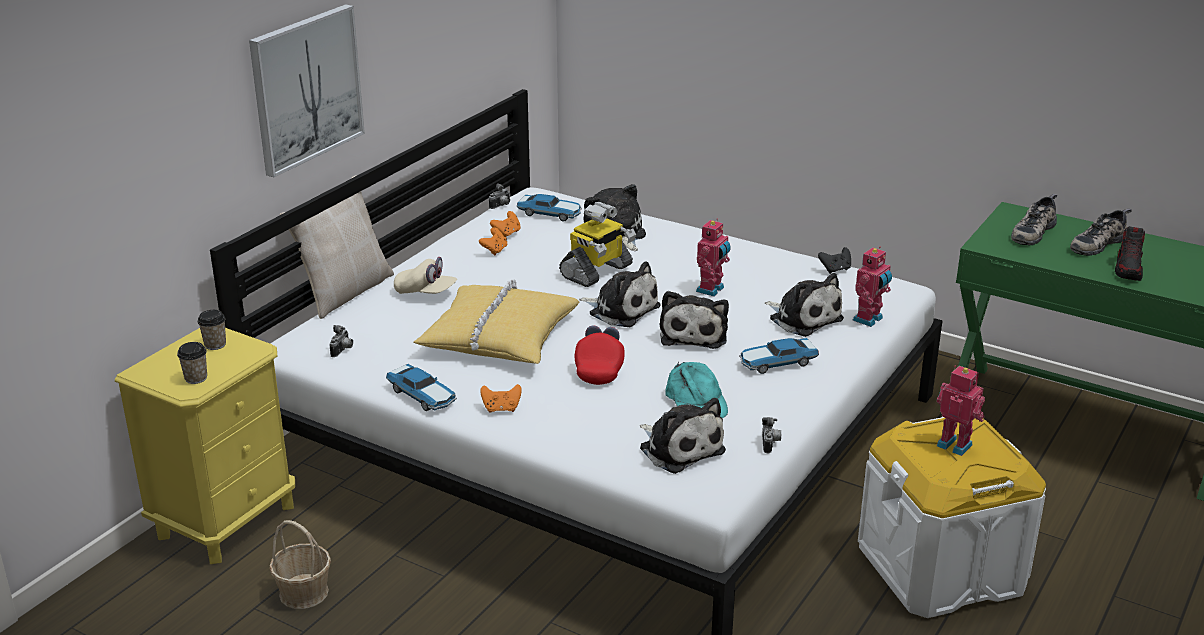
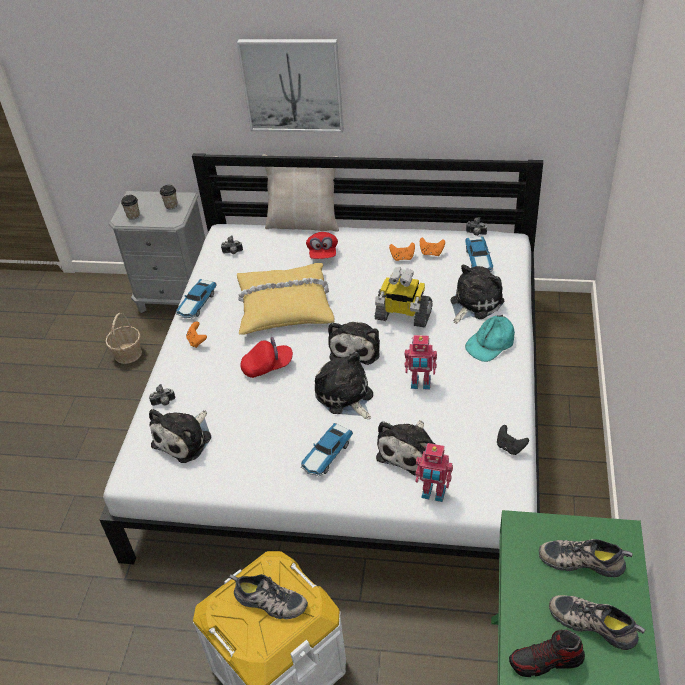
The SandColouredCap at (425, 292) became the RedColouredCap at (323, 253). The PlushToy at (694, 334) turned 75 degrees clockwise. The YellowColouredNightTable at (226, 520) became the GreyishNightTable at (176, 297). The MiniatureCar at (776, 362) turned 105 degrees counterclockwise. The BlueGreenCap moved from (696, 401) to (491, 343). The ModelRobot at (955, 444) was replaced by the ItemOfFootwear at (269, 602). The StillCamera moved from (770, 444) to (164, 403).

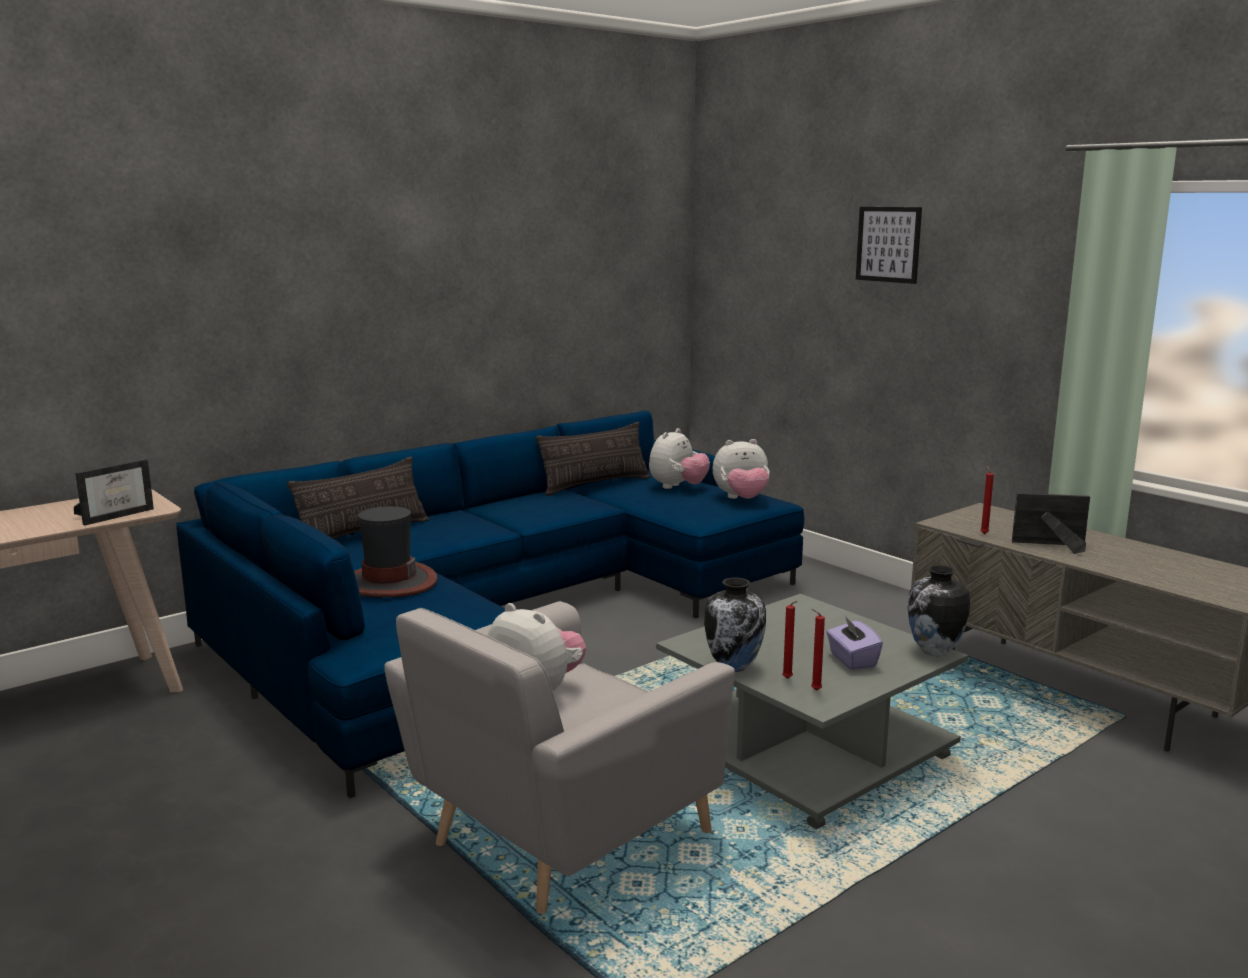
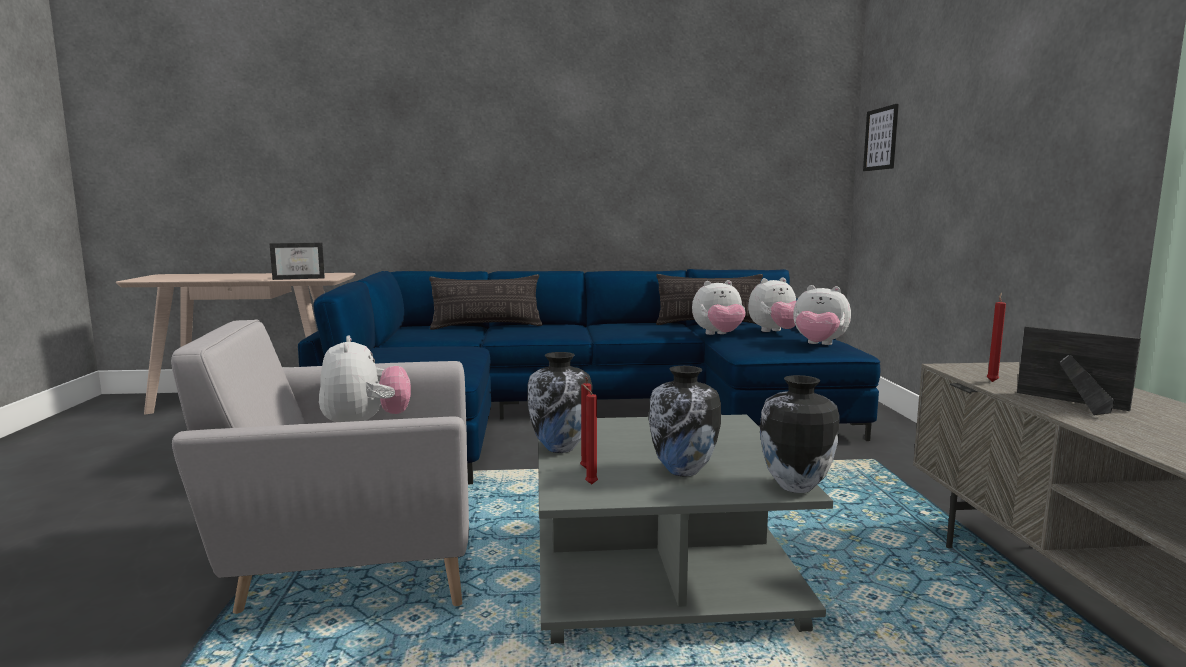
The WallPicture moved from (888, 244) to (881, 139). The Hat at (388, 583) disappeared. The PurplishTissueBox at (852, 660) was replaced by the DecorativeVase at (683, 471). The PlushToy at (718, 335) appeared.

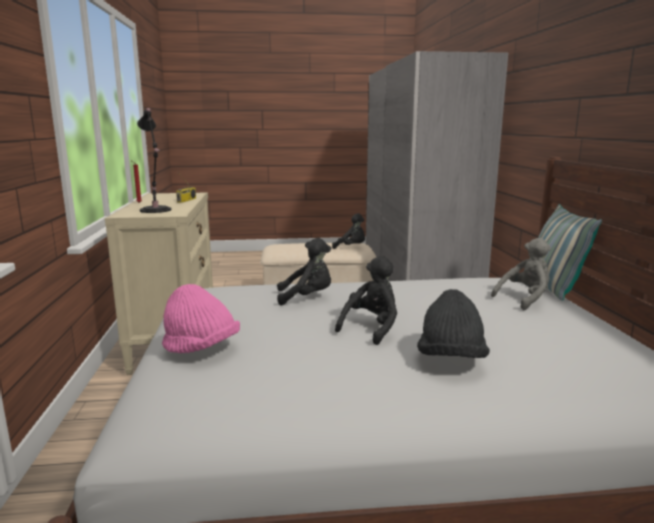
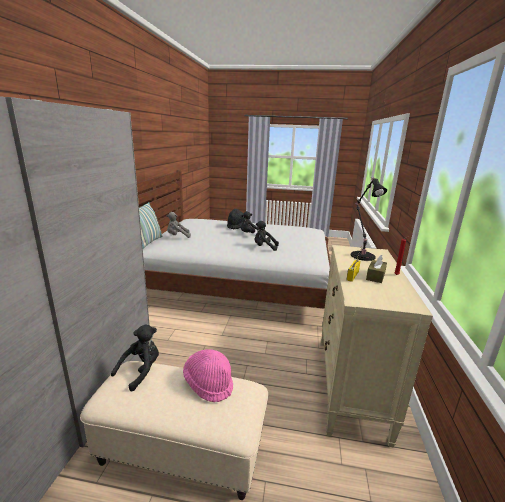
The BlackPlushToy at (351, 247) turned 90 degrees clockwise. The PinkishHat moved from (201, 348) to (209, 384). The BrownTissueBox at (375, 276) appeared.

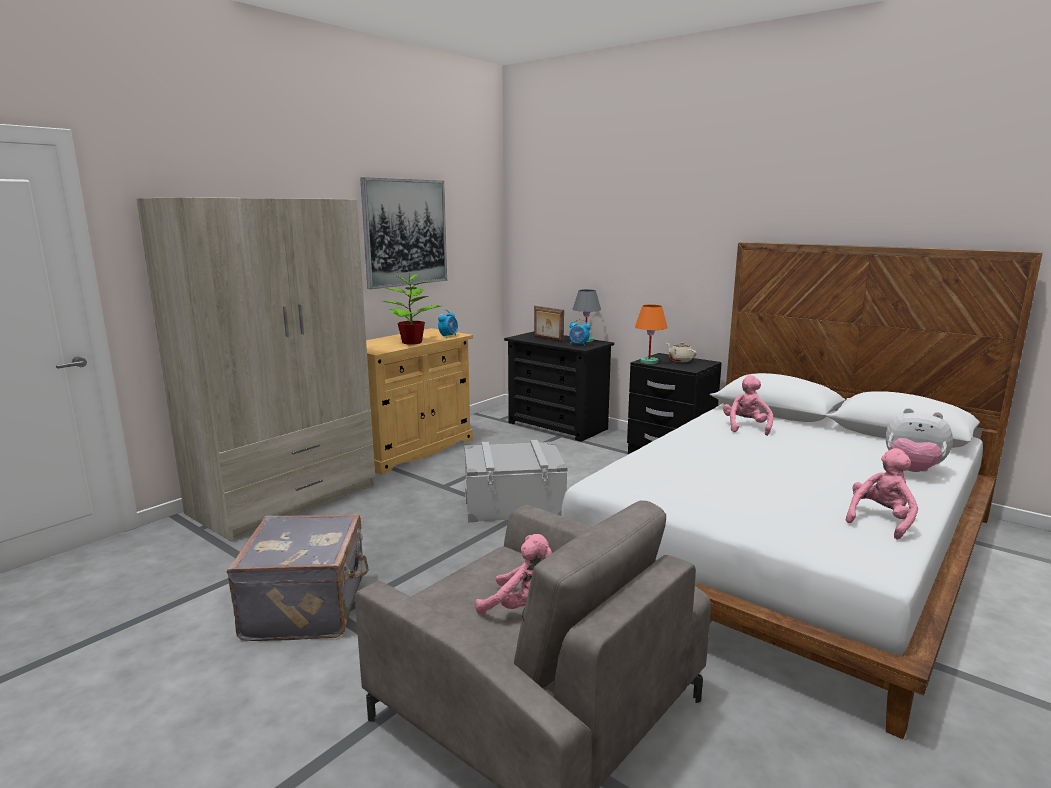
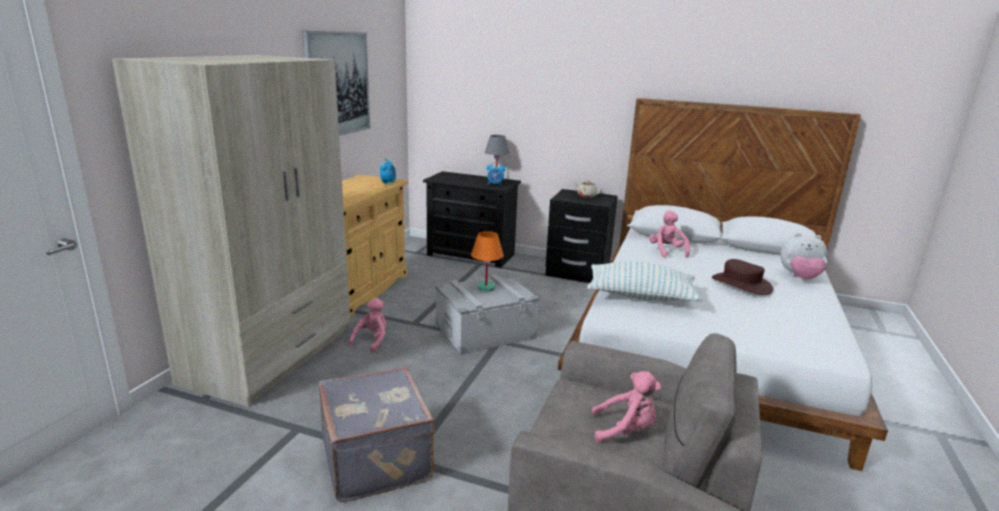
The Houseplant at (411, 342) disappeared. The OrangeyLampForATable moved from (649, 362) to (486, 288). The PictureFrame at (548, 339) disappeared. The PinkishPlushToy moved from (880, 520) to (372, 341). The BrownHat at (741, 284) appeared. The Pillow at (641, 296) appeared.

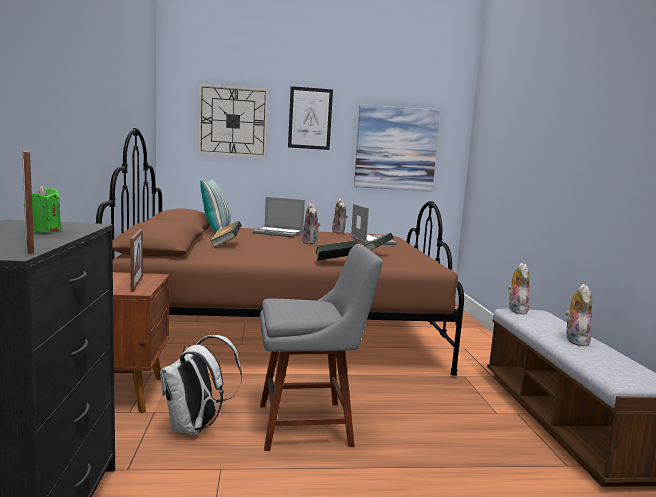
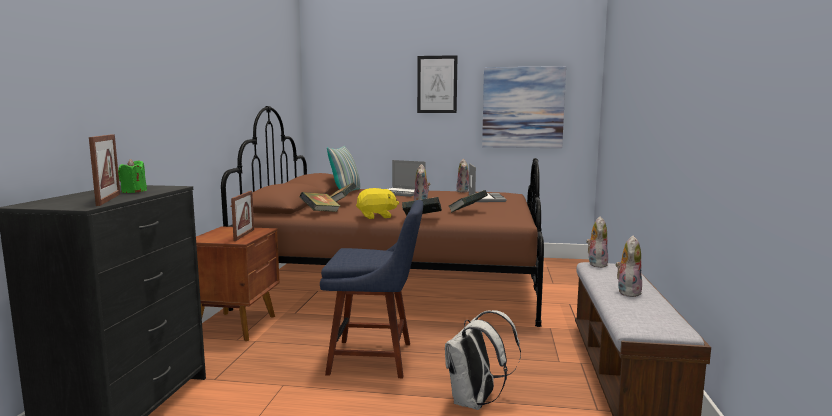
The HangingClock at (233, 121) disappeared. The GreyishChair at (310, 424) became the BlueColouredChair at (376, 358). The WhiteColouredKnapsack moved from (196, 428) to (475, 402). The YellowColouredPlushToy at (376, 216) appeared. The Book at (320, 213) appeared.

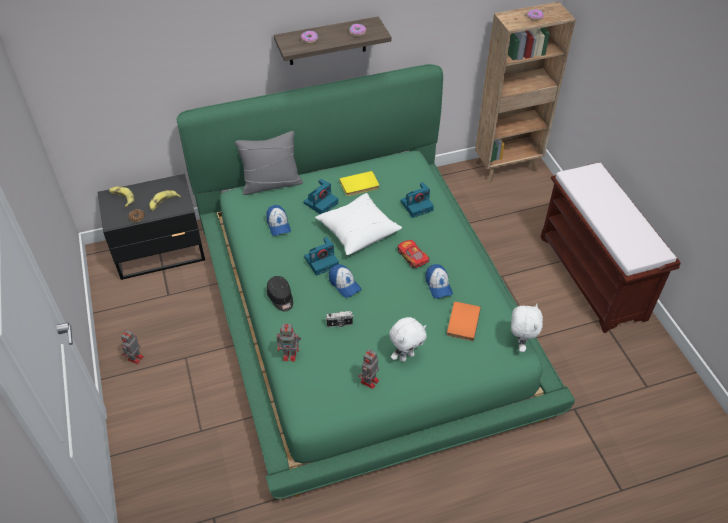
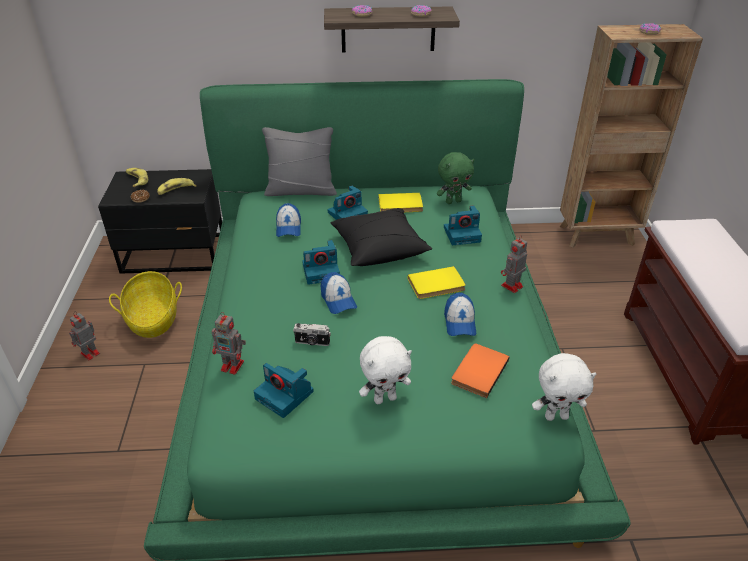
The WhiteColouredPillow at (358, 231) became the BlackPillow at (379, 248). The MiniatureCar at (412, 257) was replaced by the YellowColouredBook at (437, 285). The BlackCap at (281, 298) disappeared. The WhiteColouredPlushToy at (520, 343) turned 60 degrees clockwise. The ModelRobot moved from (369, 382) to (511, 286). The GreenishPlushToy at (453, 201) appeared. The StorageBasket at (153, 319) appeared. The StillCamera at (285, 395) appeared.

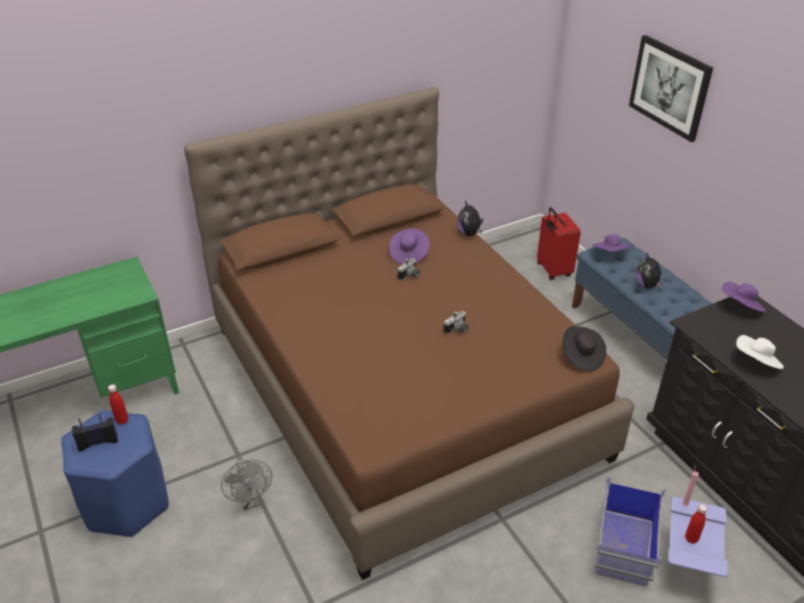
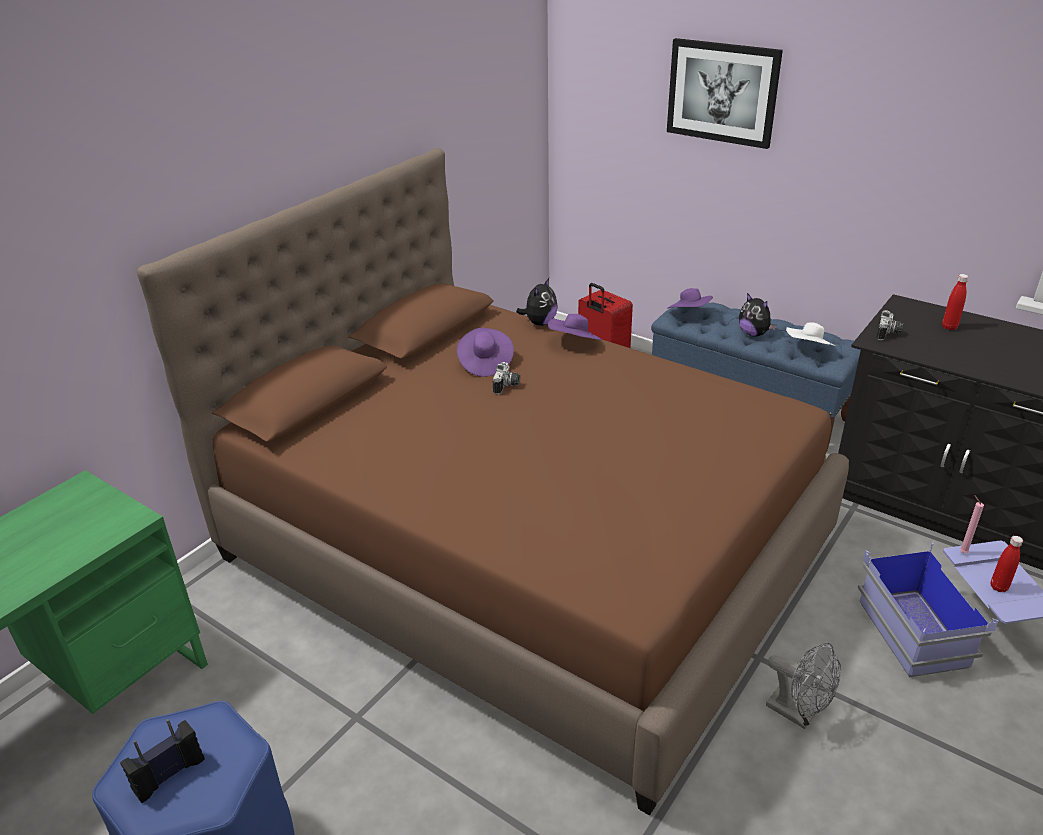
The PlushToy at (469, 233) turned 105 degrees counterclockwise. The PurplishHat moved from (741, 307) to (574, 343). The StillCamera moved from (457, 330) to (888, 334). The BlackHat at (581, 357) disappeared. The WhiteColouredHat moved from (756, 362) to (808, 349). The RedColouredBottle moved from (122, 421) to (949, 327). The GreyishElectricFan moved from (250, 501) to (798, 714).

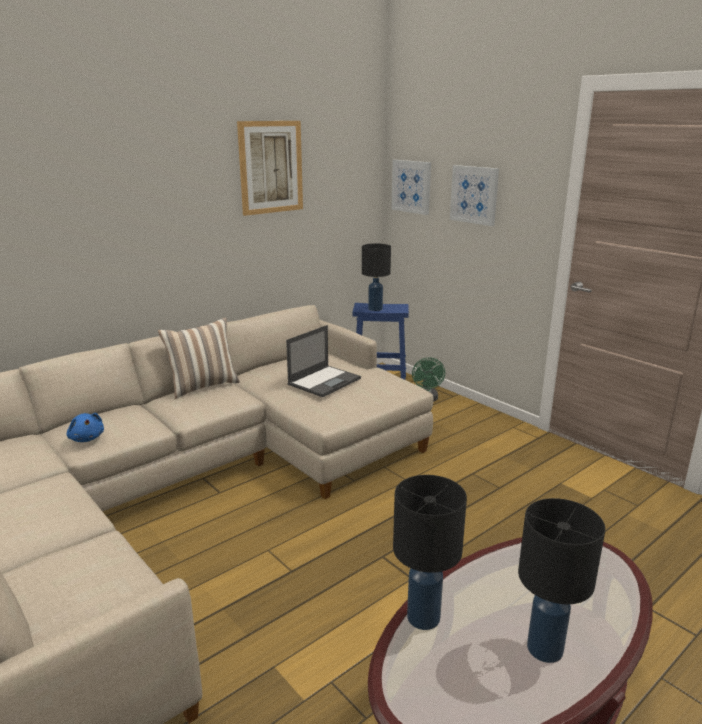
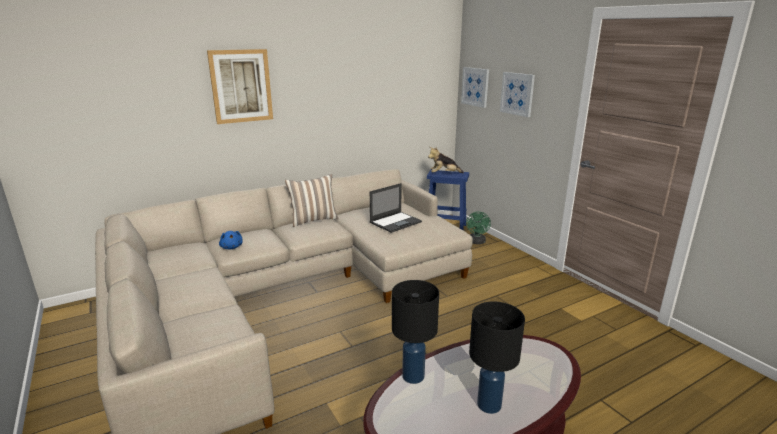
The WallPicture moved from (271, 167) to (241, 86). The BlackLampForATable at (375, 308) was replaced by the PlushToy at (444, 174).

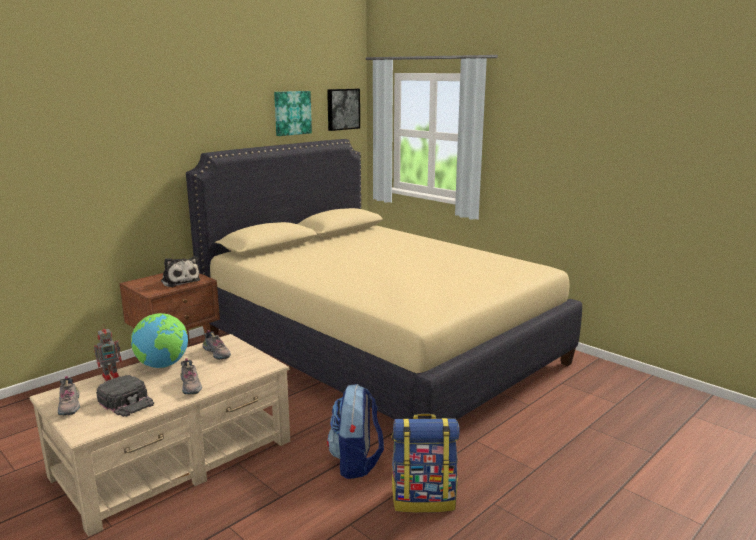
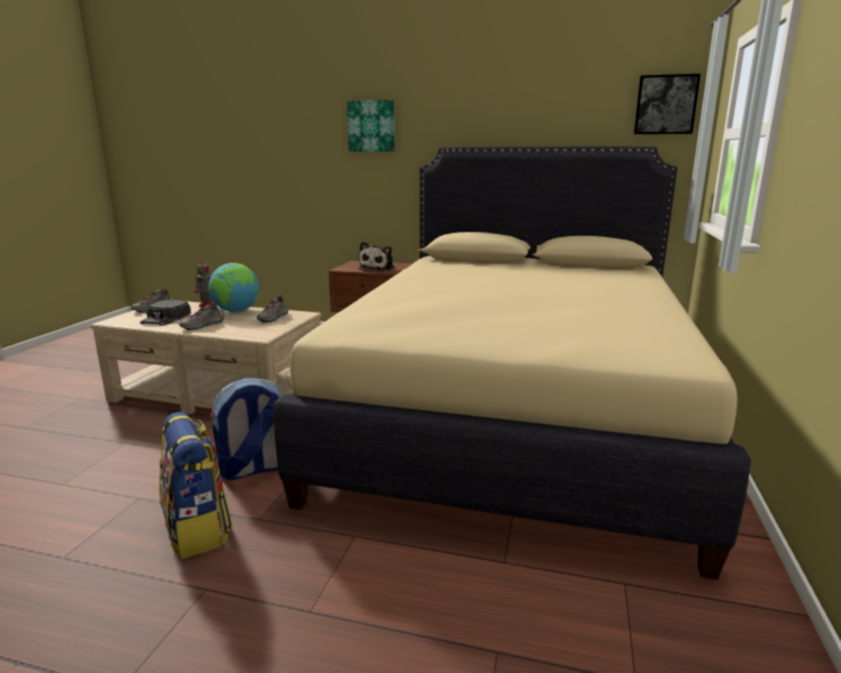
The WallPicture moved from (292, 113) to (371, 126).

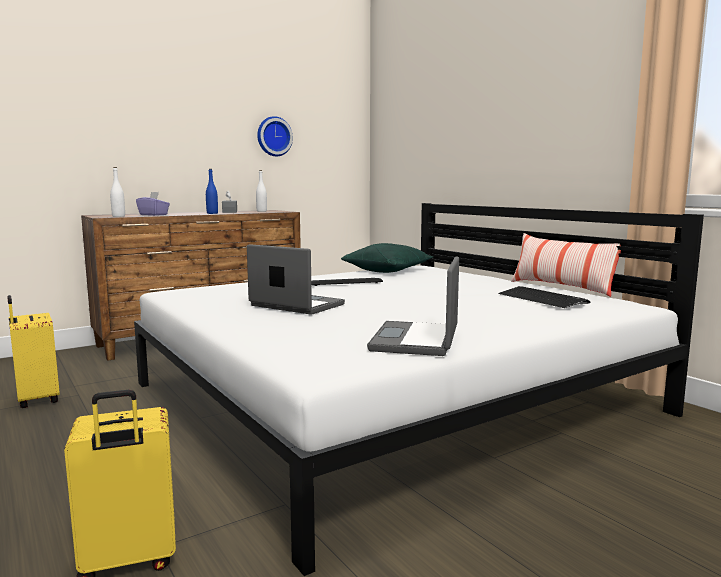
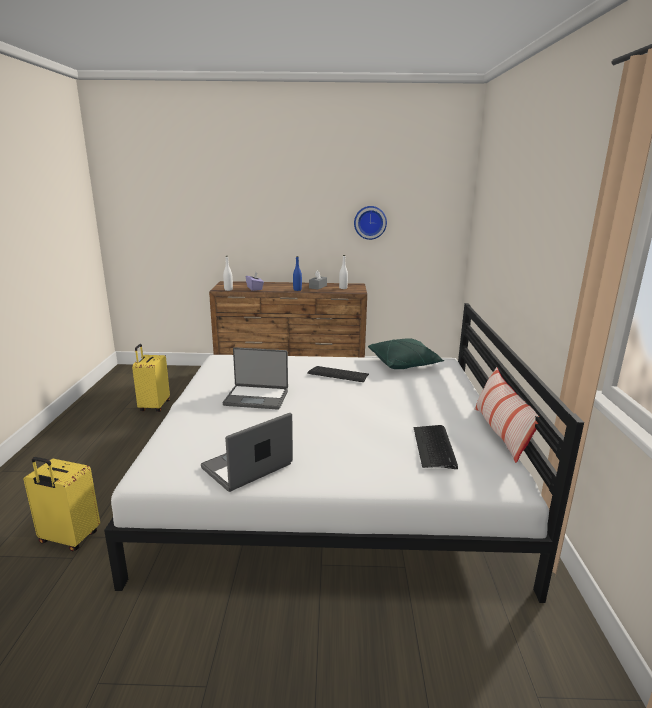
The Laptop at (295, 305) turned 120 degrees clockwise.

